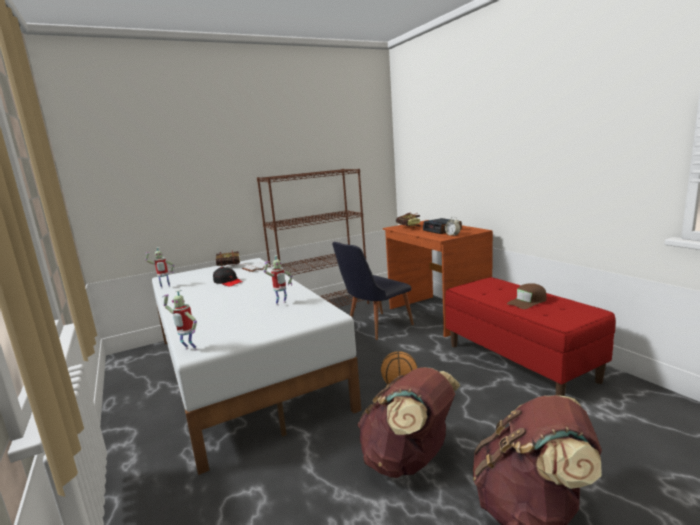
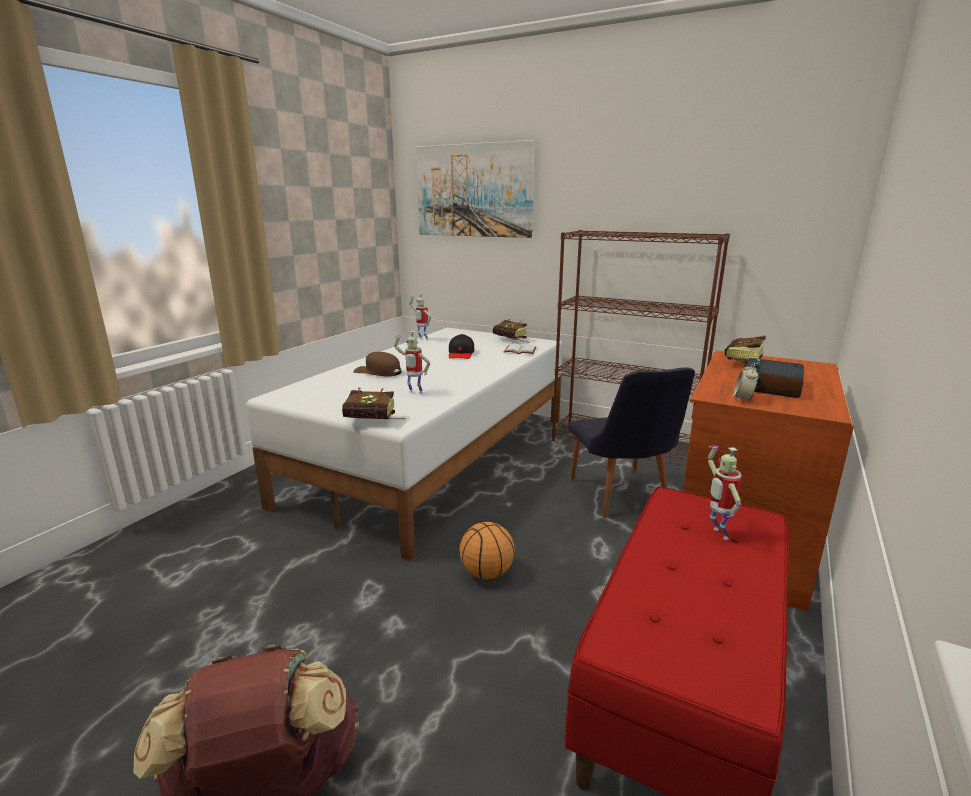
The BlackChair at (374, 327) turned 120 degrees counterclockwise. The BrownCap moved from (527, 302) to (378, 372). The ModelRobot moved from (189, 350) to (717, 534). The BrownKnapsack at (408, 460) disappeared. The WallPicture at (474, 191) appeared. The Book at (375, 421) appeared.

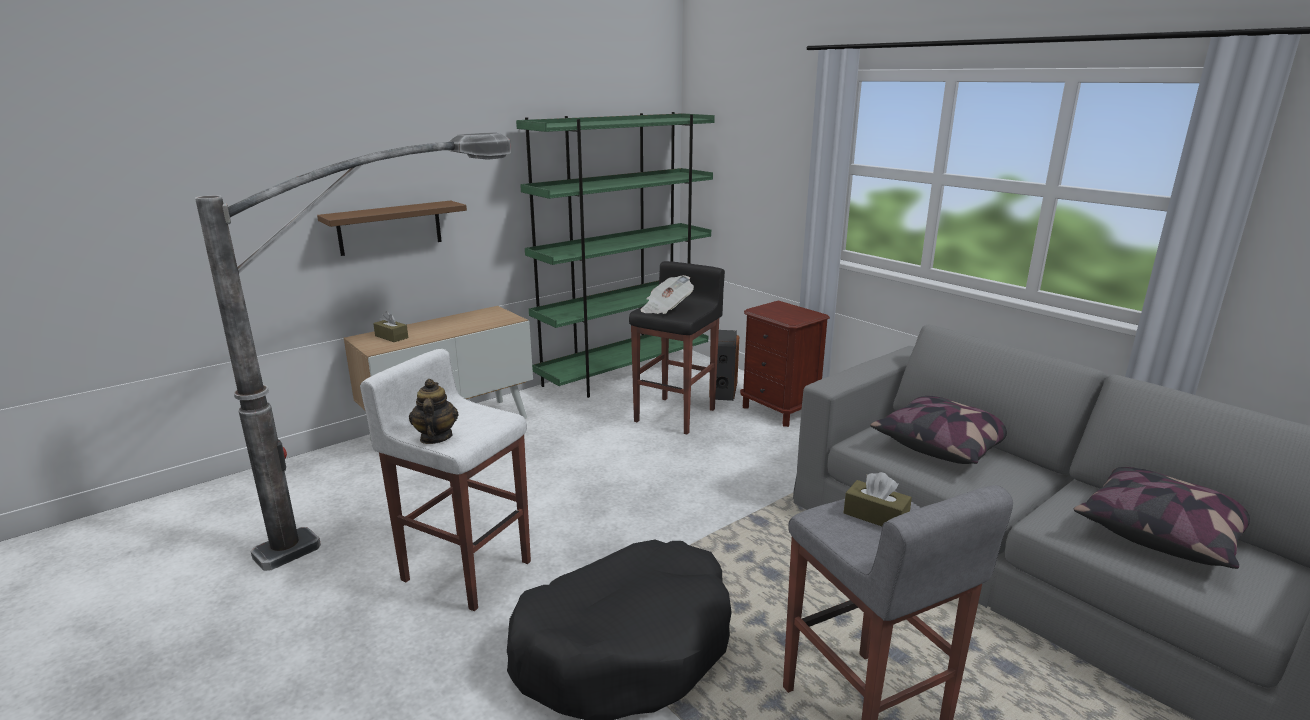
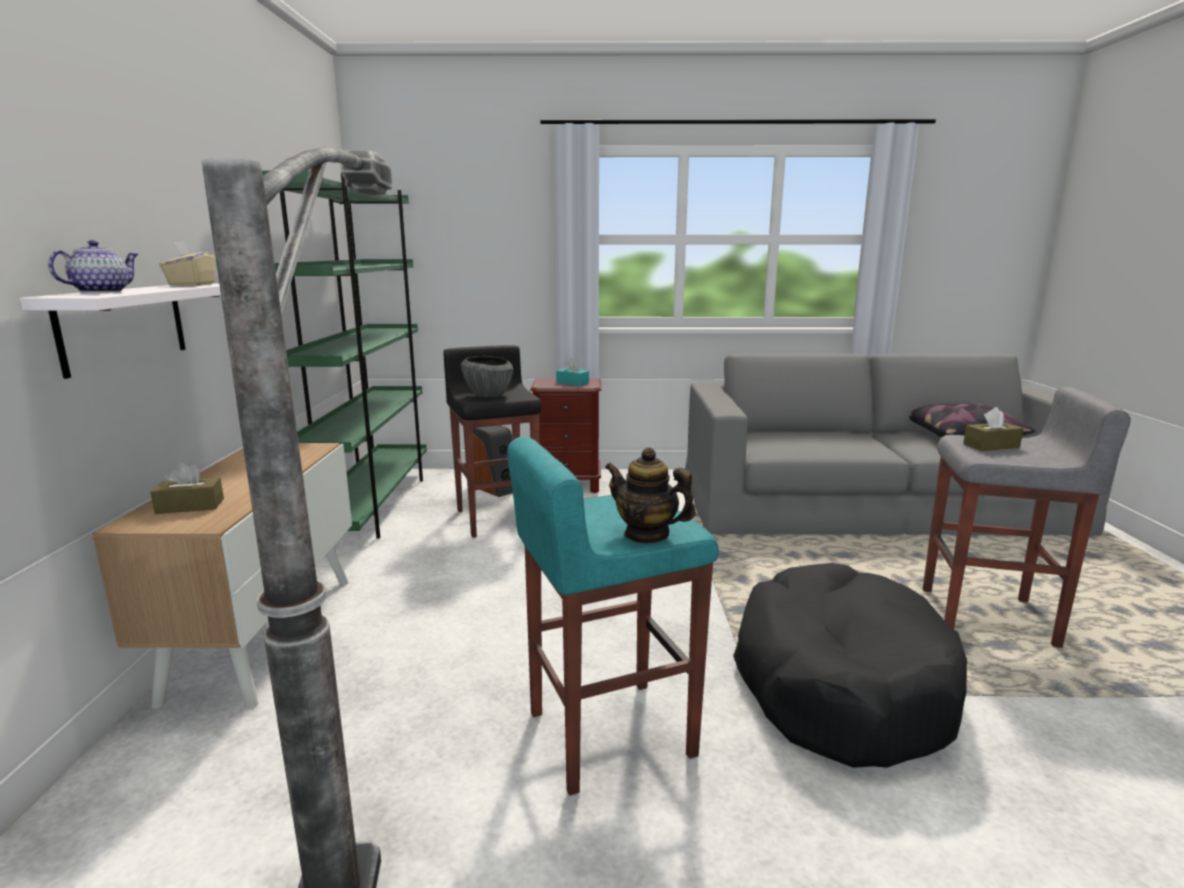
The BrownShelf at (390, 227) became the WhiteColouredShelf at (124, 326). The DailyPaper at (666, 309) was replaced by the Bowl at (488, 395). The WhiteColouredSittingStool at (466, 569) became the BlueGreenSittingStool at (607, 733). The Pillow at (942, 444) disappeared. The PotForTea at (102, 292) appeared. The SandColouredTissueBox at (191, 285) appeared. The BlueGreenTissueBox at (572, 383) appeared.

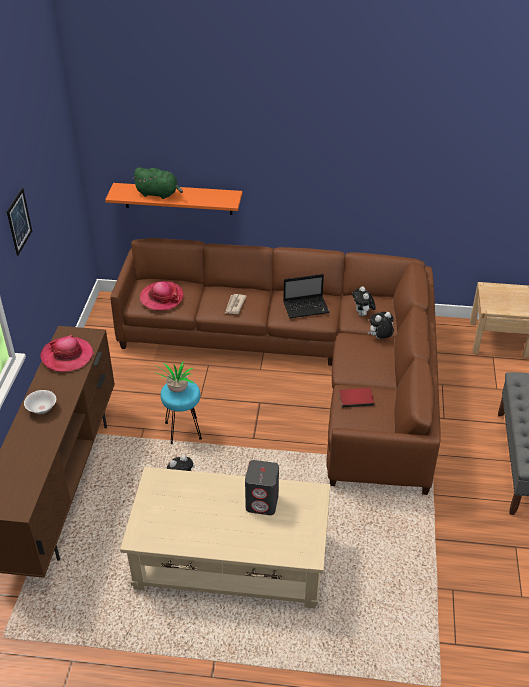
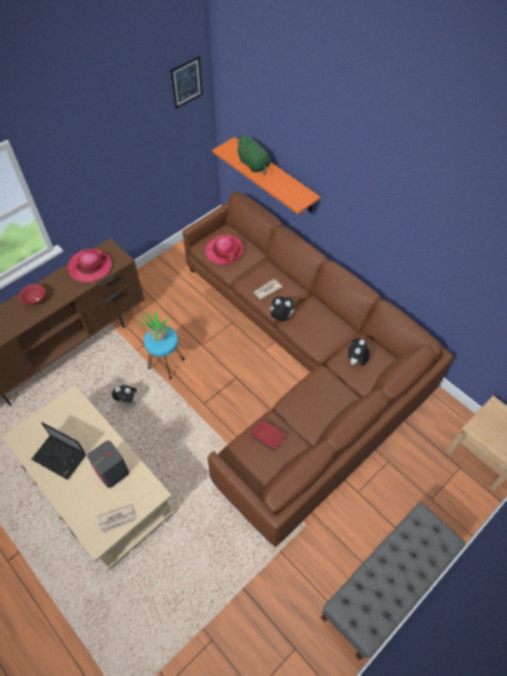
The WallPicture moved from (19, 221) to (186, 82). The Laptop moved from (307, 307) to (60, 457). The PlushToy moved from (380, 338) to (281, 317). The WhiteColouredBowl at (42, 409) became the RedColouredBowl at (35, 300). The DailyPaper at (117, 519) appeared.

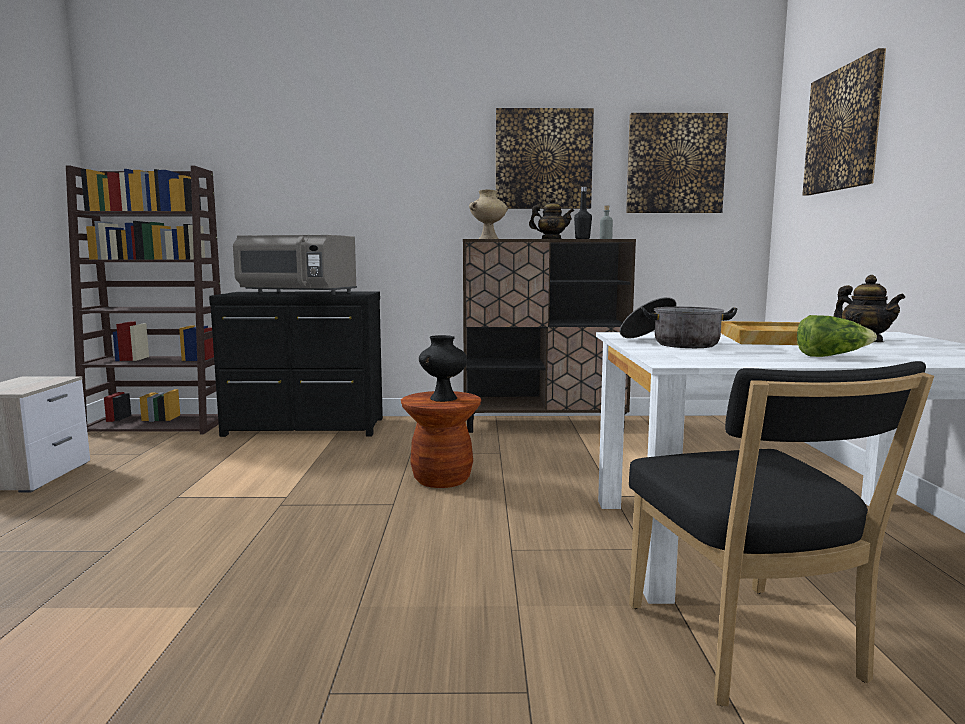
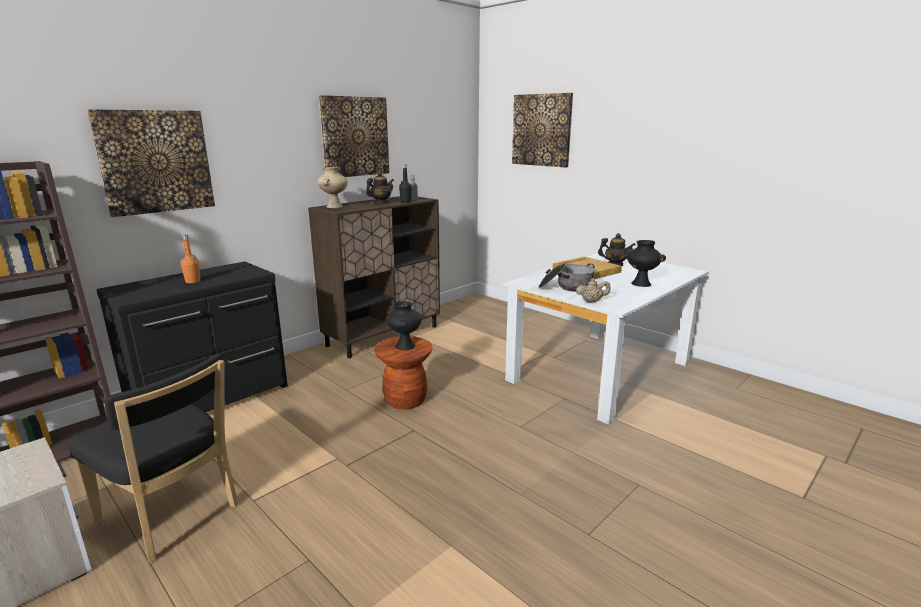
The WallPicture moved from (675, 164) to (155, 162). The GreyishKitchenMicrowave at (297, 293) was replaced by the OrangeyBottle at (193, 281). The Lettuce at (831, 356) was replaced by the BlackDecorativeVase at (640, 284). The BlackChair moved from (747, 648) to (172, 516). The SandColouredPotForTea at (592, 301) appeared.

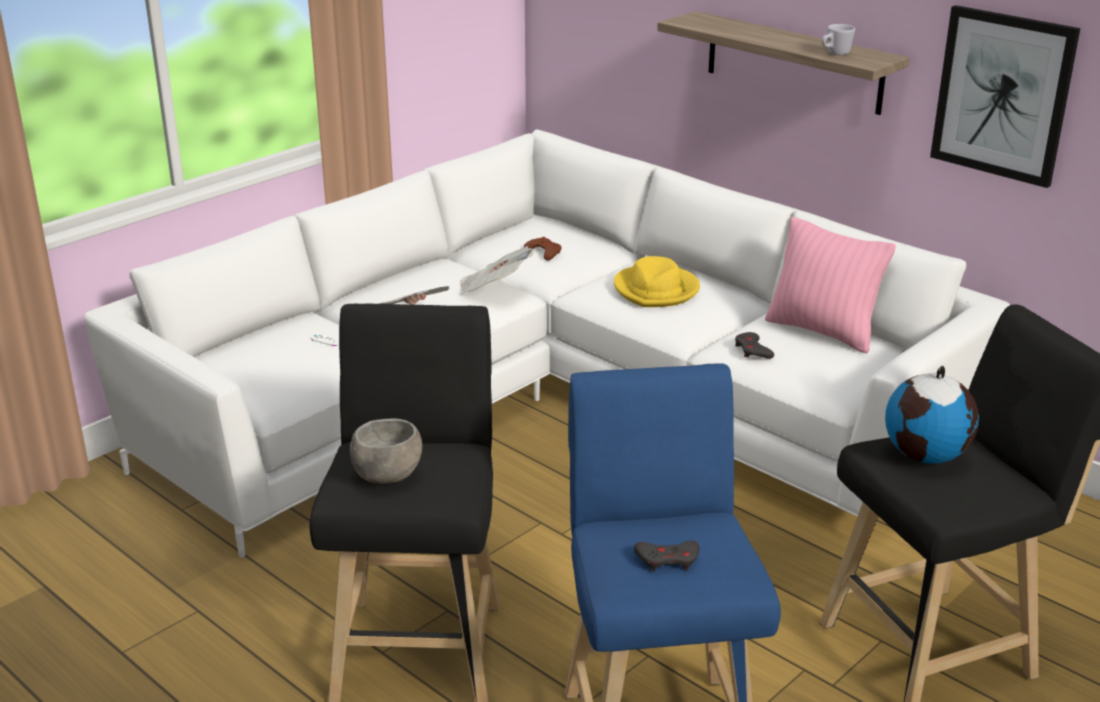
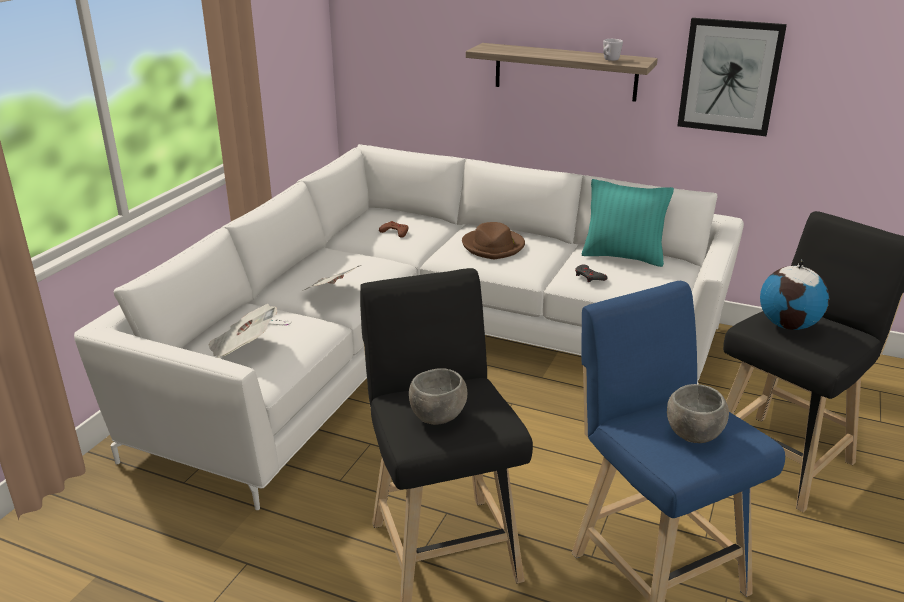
The PinkishPillow at (822, 331) became the BlueGreenPillow at (623, 257). The DailyPaper moved from (494, 289) to (243, 348). The YellowColouredHat at (656, 290) became the BrownHat at (493, 246). The GreyishGamepad at (667, 560) was replaced by the GreyishBowl at (693, 435).

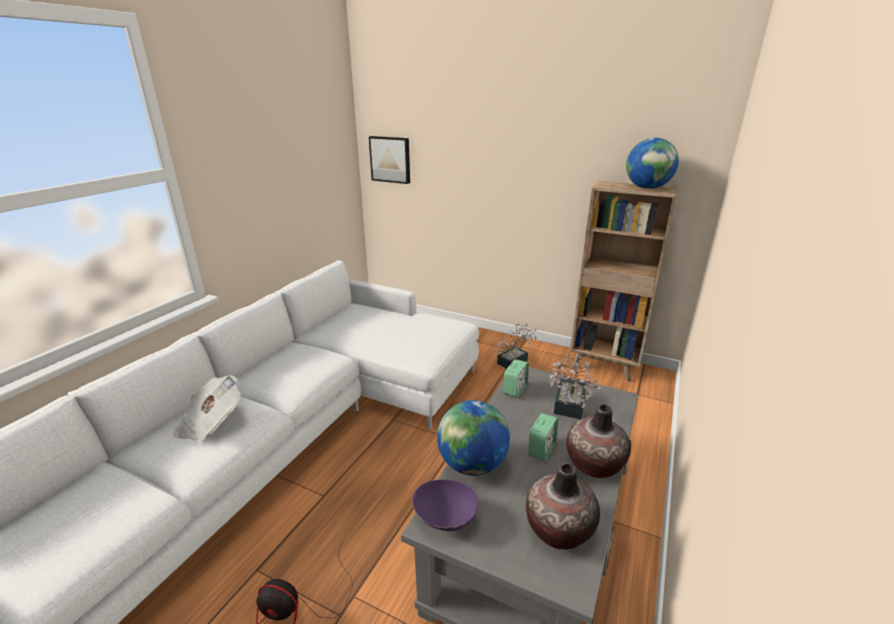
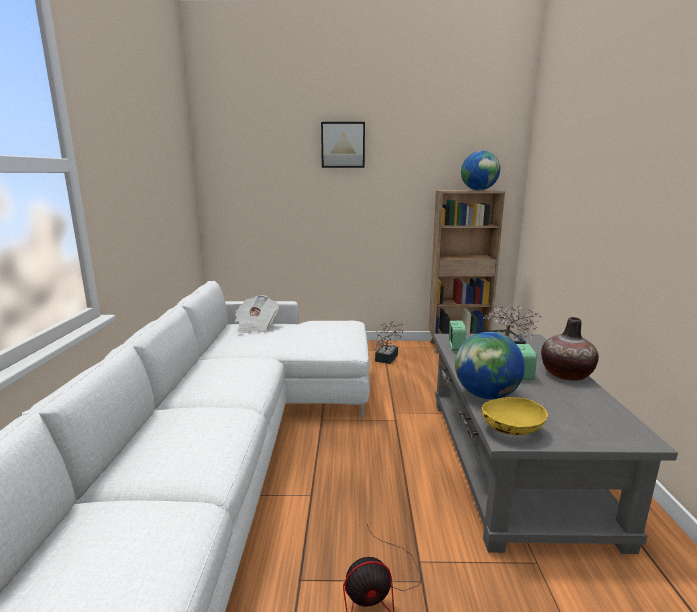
The WallPicture moved from (390, 159) to (343, 145). The DailyPaper moved from (210, 423) to (255, 326). The DecorativeVase at (558, 529) disappeared. The PurplishBowl at (444, 519) became the YellowColouredBowl at (511, 431).

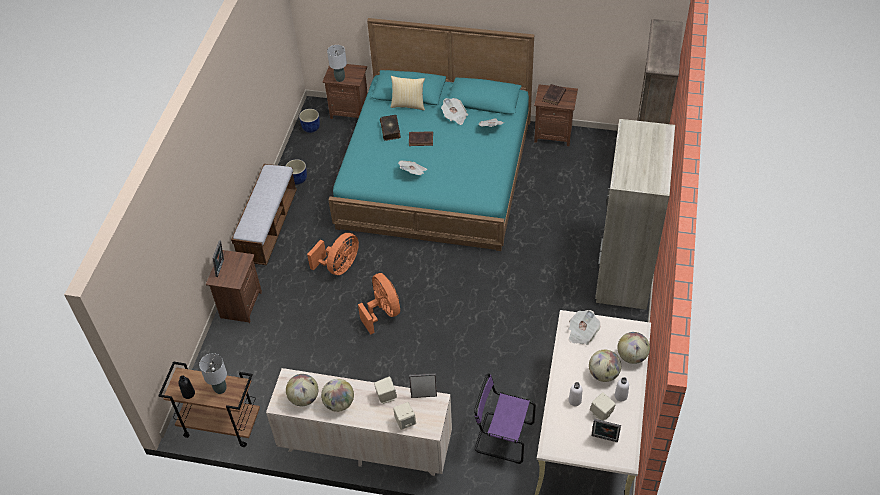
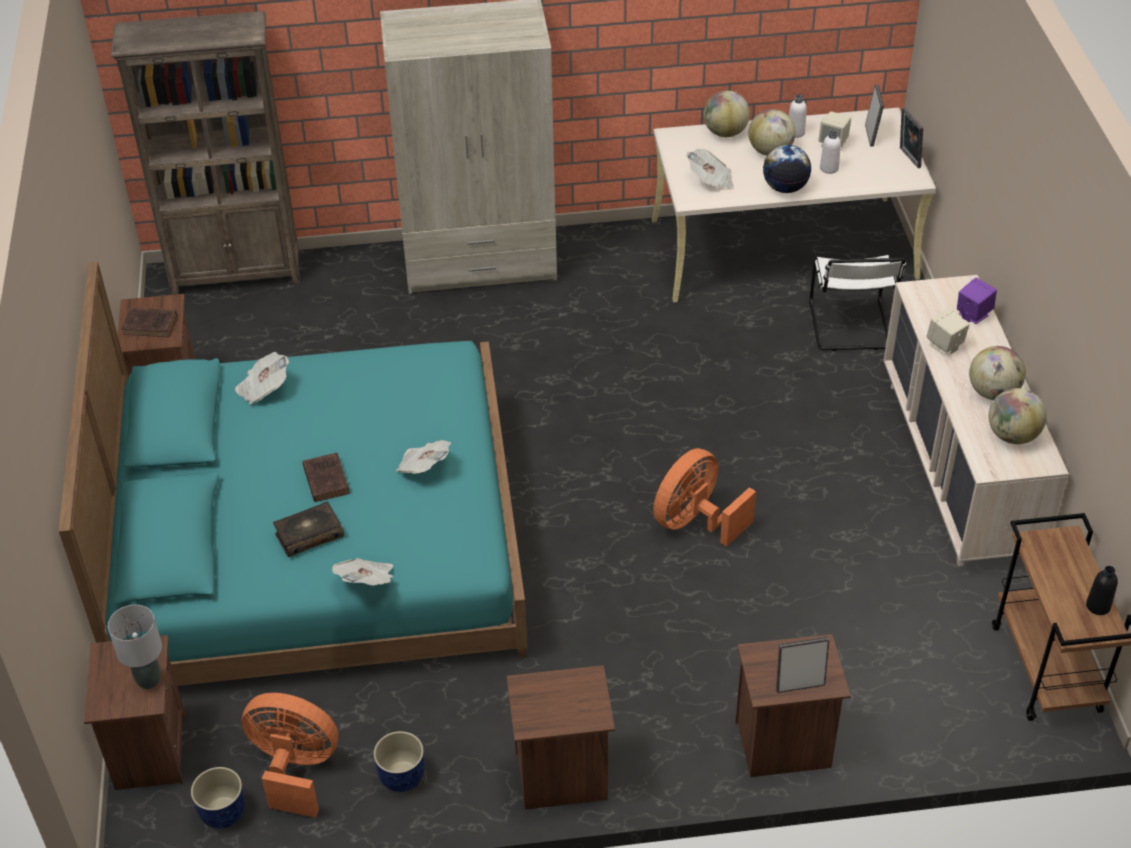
The Pillow at (408, 105) disappeared. The DailyPaper moved from (455, 116) to (367, 582). The LongSeat at (268, 227) was replaced by the BrownNightTable at (562, 777). The OrangeyElectricFan moved from (339, 266) to (295, 769). The GreyishLampForATable at (220, 389) disappeared. The PictureFrame moved from (424, 394) to (908, 158). The PurplishChair at (501, 437) became the WhiteColouredChair at (850, 327). The SandColouredAudioSpeaker at (405, 422) became the PurplishAudioSpeaker at (973, 314). The DeskGlobe at (785, 188) appeared.

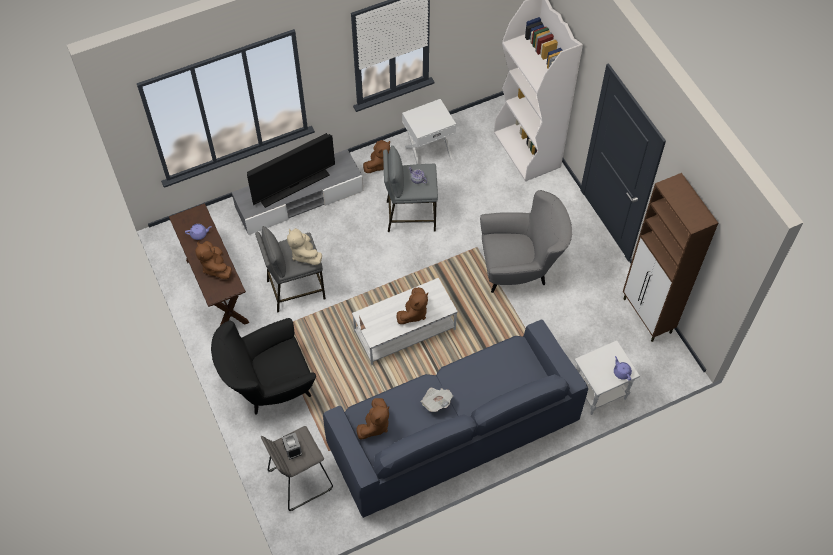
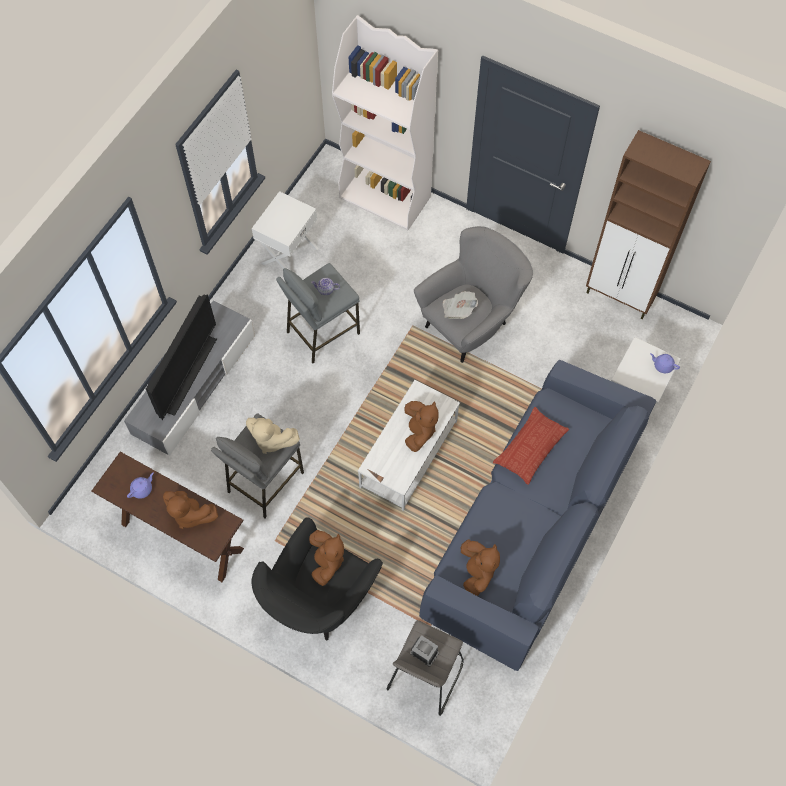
The BrownPlushToy moved from (378, 164) to (326, 561). The DailyPaper moved from (436, 402) to (458, 309). The Pillow at (530, 448) appeared.

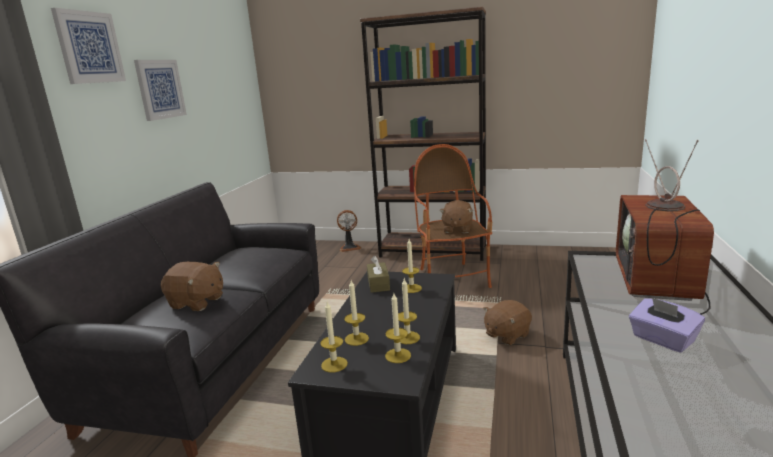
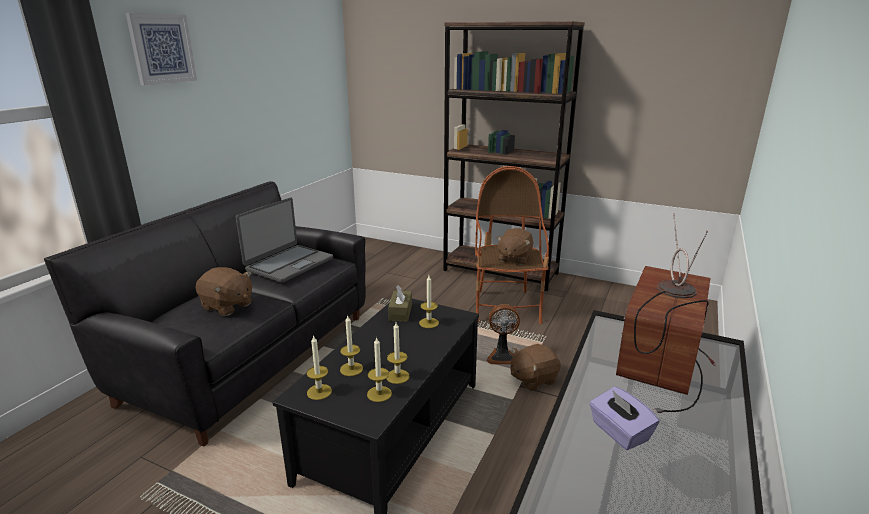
The WallPicture at (160, 89) disappeared. The ElectricFan moved from (349, 247) to (502, 357). The Laptop at (289, 264) appeared.

